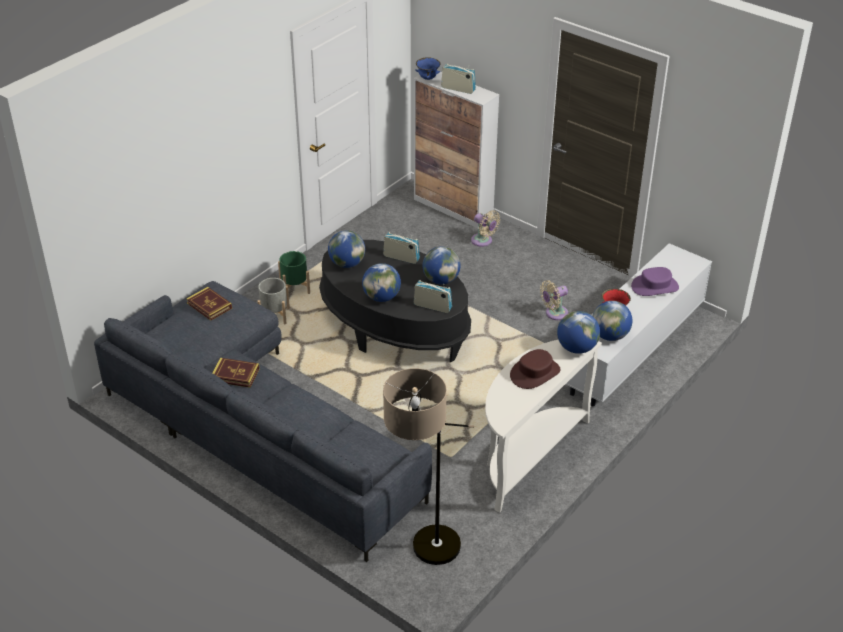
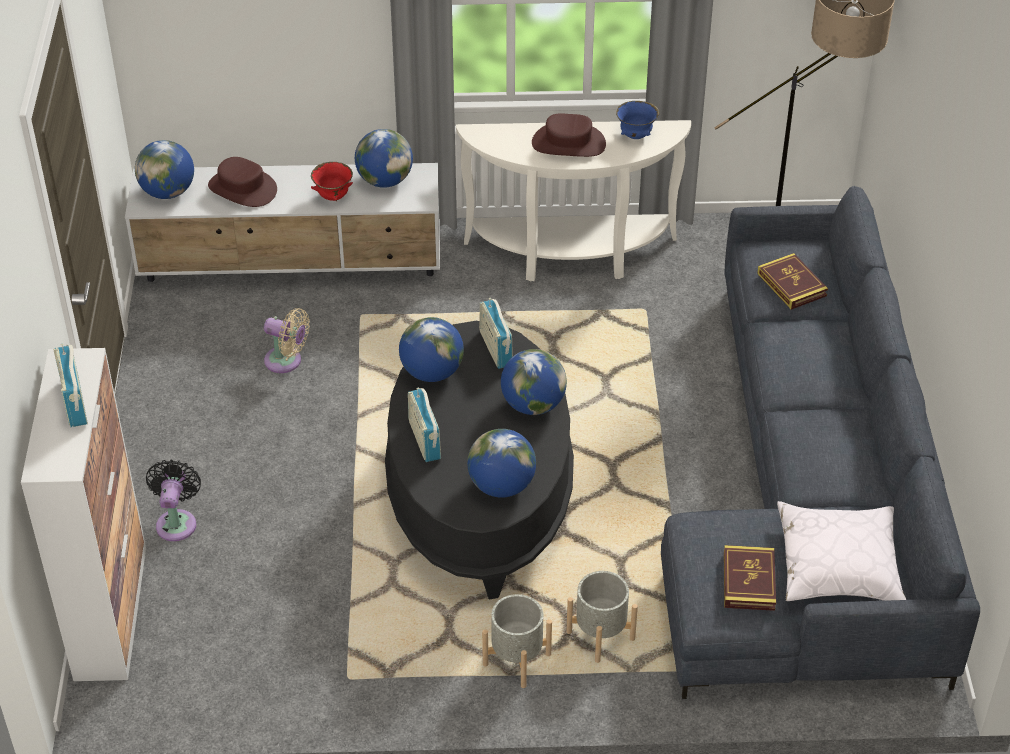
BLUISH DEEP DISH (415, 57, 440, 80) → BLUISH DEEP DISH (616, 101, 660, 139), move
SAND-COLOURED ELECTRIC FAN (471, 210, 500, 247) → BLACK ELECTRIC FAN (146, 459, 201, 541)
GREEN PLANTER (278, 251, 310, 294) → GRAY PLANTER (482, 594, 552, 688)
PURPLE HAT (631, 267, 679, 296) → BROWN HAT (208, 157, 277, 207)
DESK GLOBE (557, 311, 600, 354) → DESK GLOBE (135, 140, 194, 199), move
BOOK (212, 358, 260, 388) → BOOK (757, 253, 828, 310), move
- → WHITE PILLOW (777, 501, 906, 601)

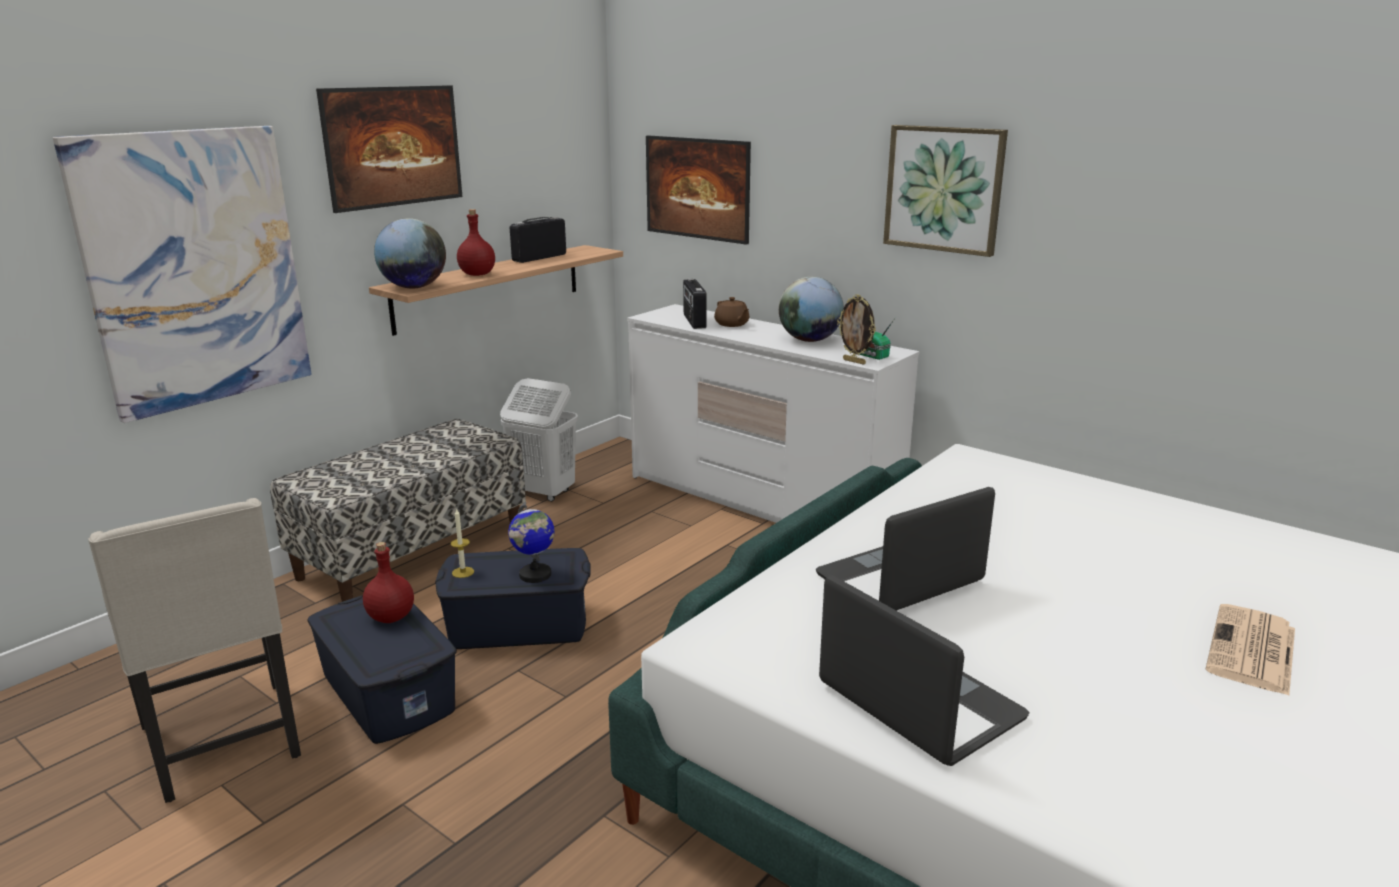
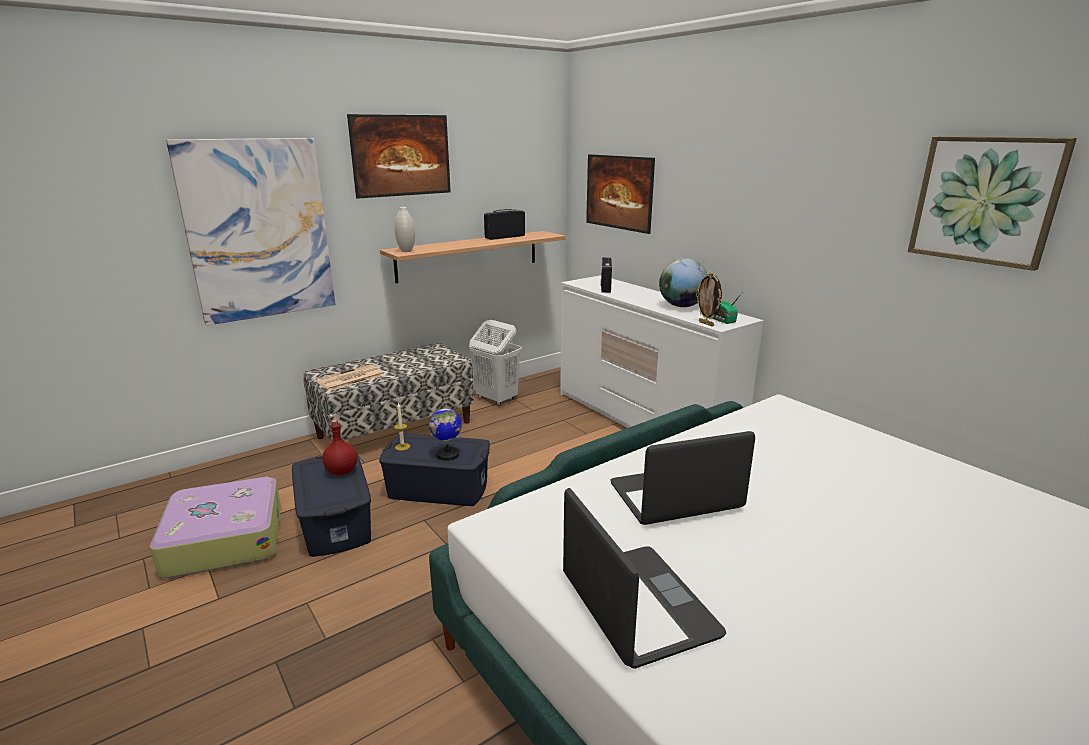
WALL ART (883, 125, 1008, 257) → WALL ART (908, 136, 1077, 271), move
RED-COLOURED BOTTLE (457, 209, 495, 276) → -
DESK GLOBE (374, 218, 446, 289) → WHITE VASE (395, 207, 415, 252)
BROWN POT FOR TEA (714, 297, 749, 327) → -
SAND-COLOURED CHAIR (88, 498, 301, 803) → PIECE OF LUGGAGE (150, 477, 281, 578)
DAILY PAPER (1206, 604, 1295, 696) → DAILY PAPER (316, 364, 384, 391), move

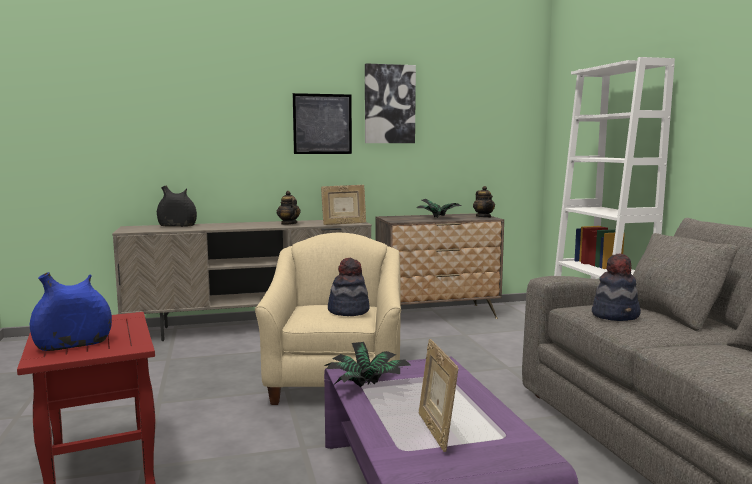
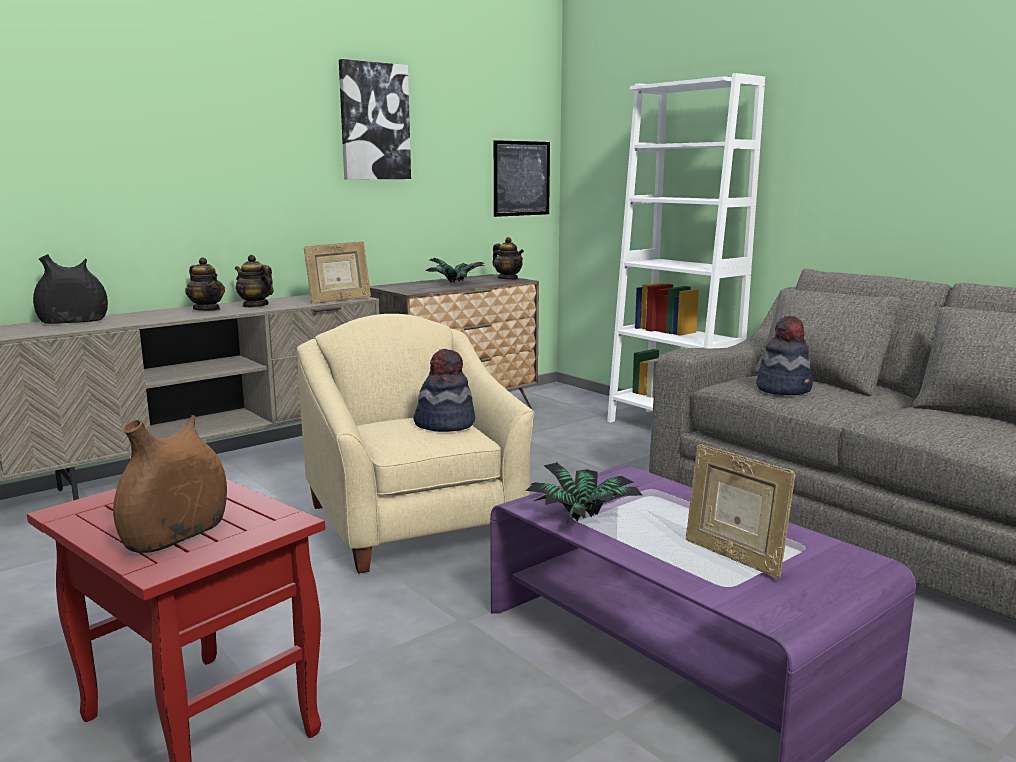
WALL ART (293, 93, 352, 154) → WALL ART (494, 140, 550, 217), move
BLUISH VASE (30, 272, 112, 351) → BROWN VASE (113, 415, 227, 553)
- → POT FOR TEA (185, 257, 225, 311)

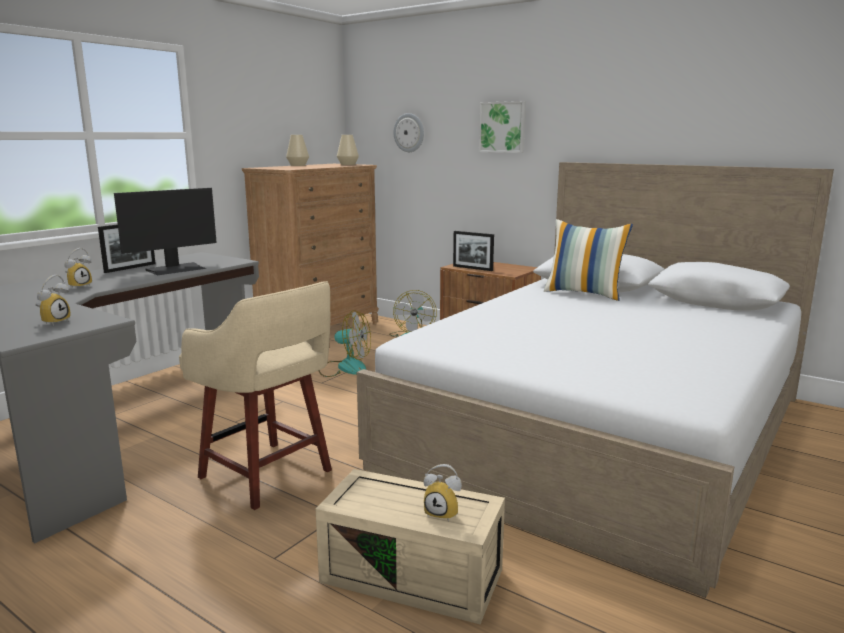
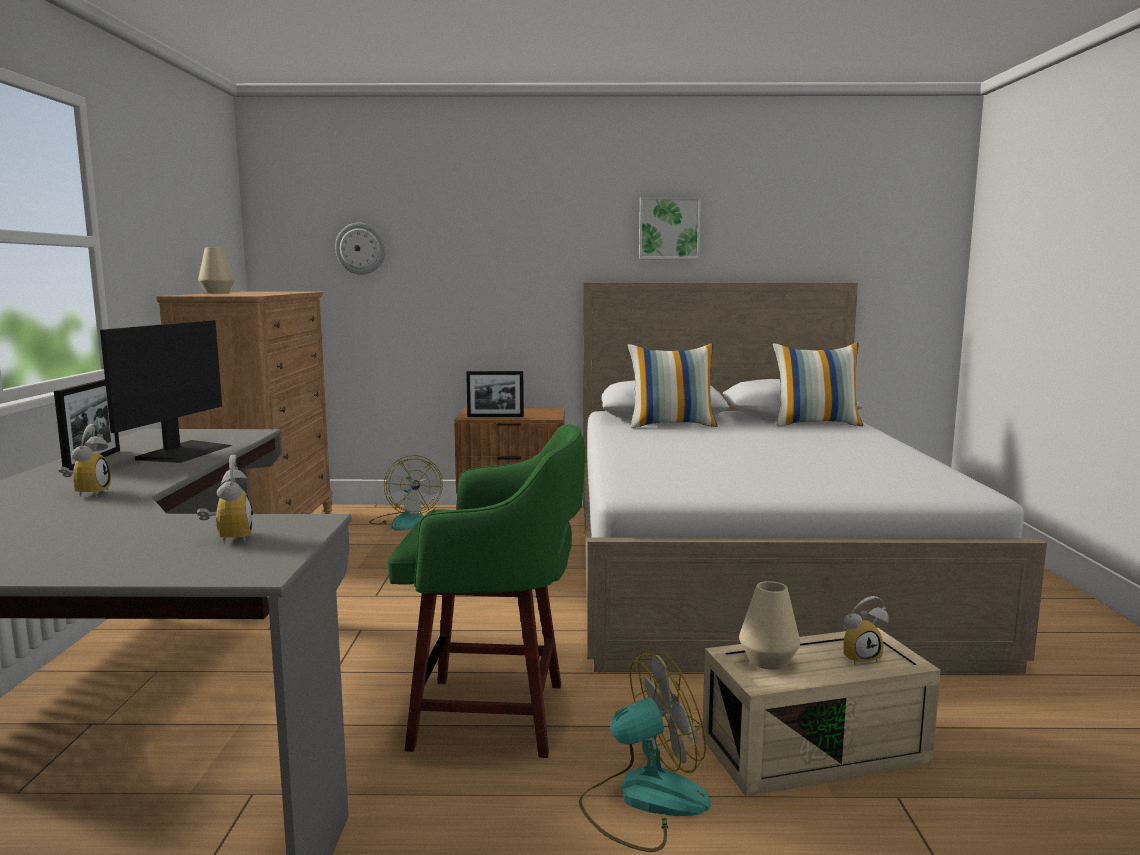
WALL ART (479, 101, 526, 153) → WALL ART (639, 197, 701, 259), move
SAND-COLOURED VASE (337, 135, 359, 165) → SAND-COLOURED VASE (739, 581, 800, 670), move
SAND-COLOURED STOOL SEAT (179, 281, 332, 510) → GREEN STOOL SEAT (388, 424, 585, 758)
ELECTRIC FAN (319, 310, 371, 377) → ELECTRIC FAN (579, 650, 710, 852), move
- → PILLOW (773, 343, 863, 427)

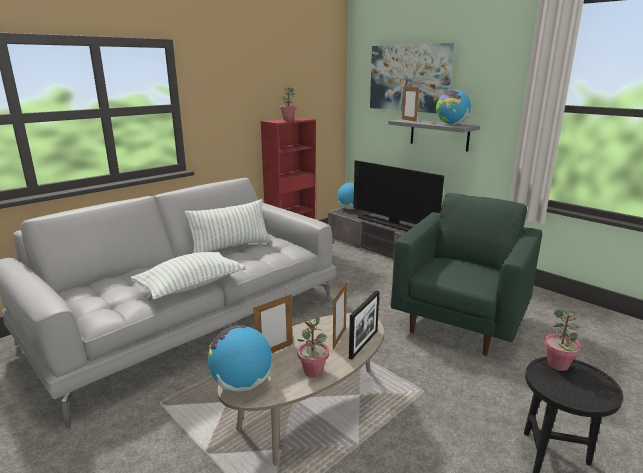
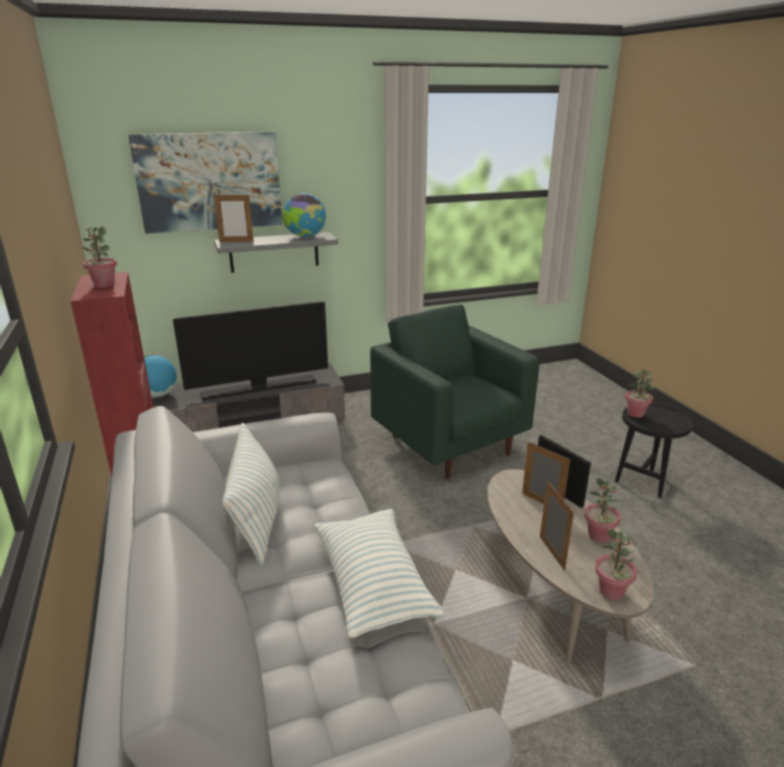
DESK GLOBE (208, 325, 272, 392) → HOUSEPLANT (595, 529, 637, 600)

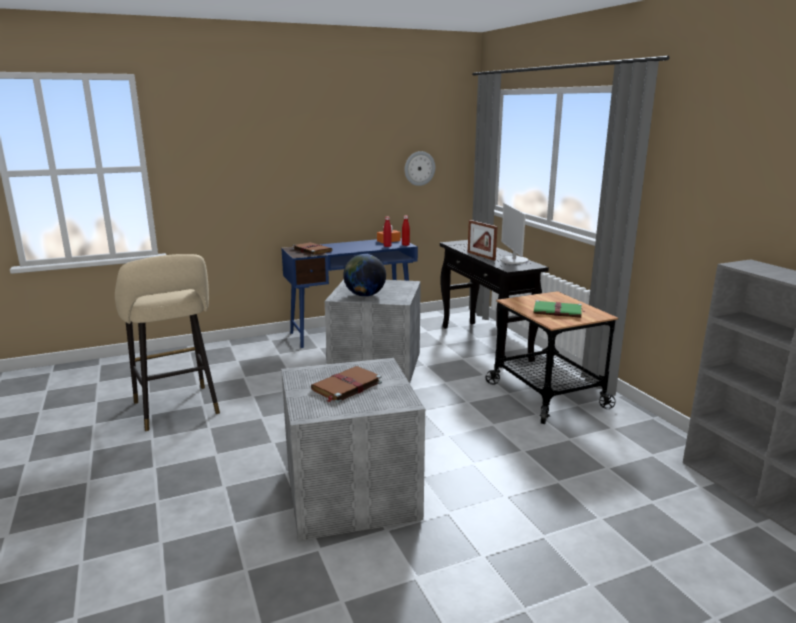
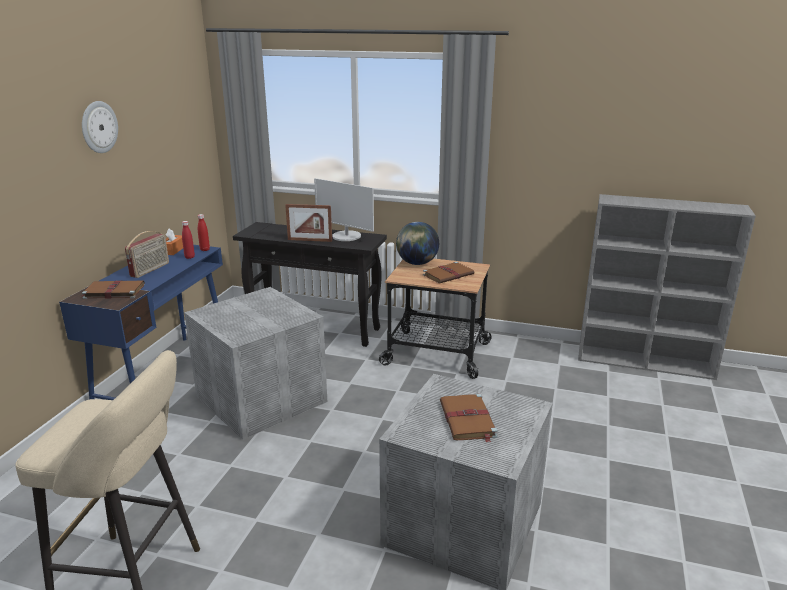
CLOCK ON THE WALL (405, 151, 435, 186) → CLOCK ON THE WALL (82, 101, 118, 153), move
DESK GLOBE (343, 254, 386, 297) → DESK GLOBE (396, 222, 439, 265), move
GREEN BOOK (533, 300, 585, 318) → BROWN BOOK (423, 262, 475, 283)
- → RADIO SET (125, 231, 169, 278)

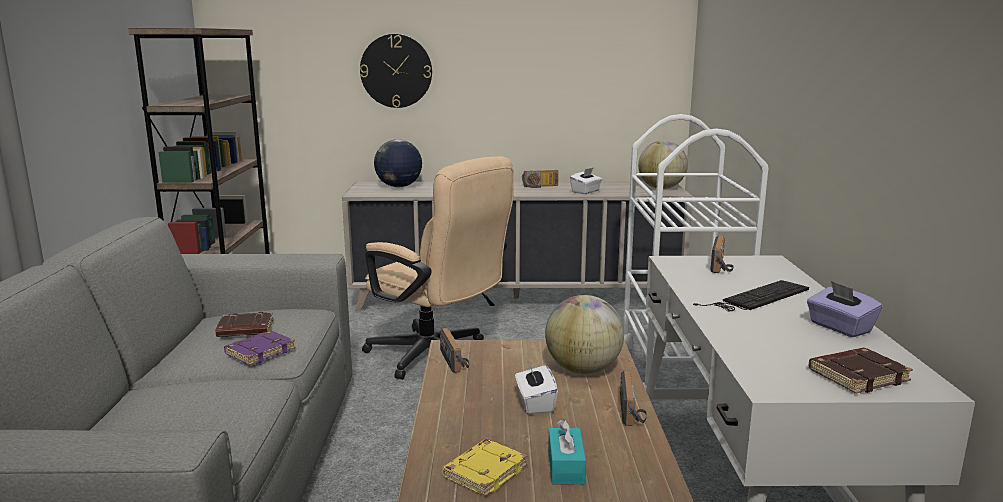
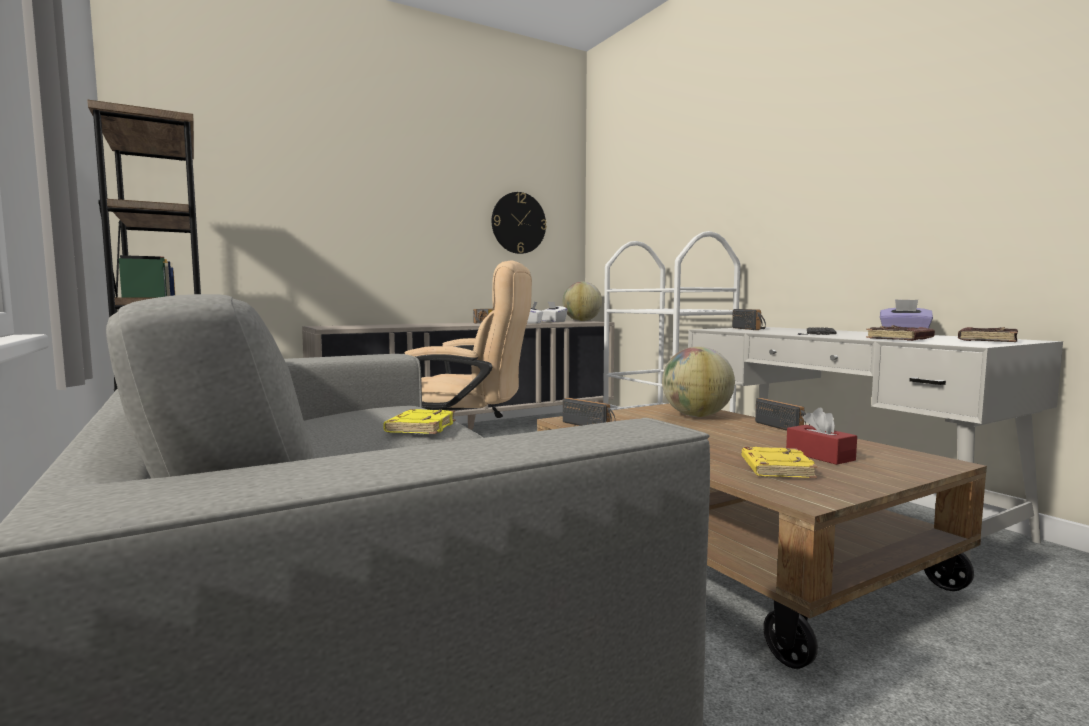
CLOCK ON THE WALL (360, 34, 432, 108) → CLOCK ON THE WALL (492, 192, 547, 254), move
DESK GLOBE (374, 139, 422, 187) → -
BROWN BOOK (215, 312, 273, 337) → BROWN BOOK (866, 325, 935, 341), move
PURPLE BOOK (224, 331, 295, 365) → YELLOWISH BOOK (383, 409, 455, 434)
WHITE BOX OF TISSUES (515, 362, 558, 415) → WHITE BOX OF TISSUES (542, 302, 568, 322), move
TURQUOISE BOX OF TISSUES (548, 419, 586, 484) → RED-COLOURED BOX OF TISSUES (786, 408, 857, 465)

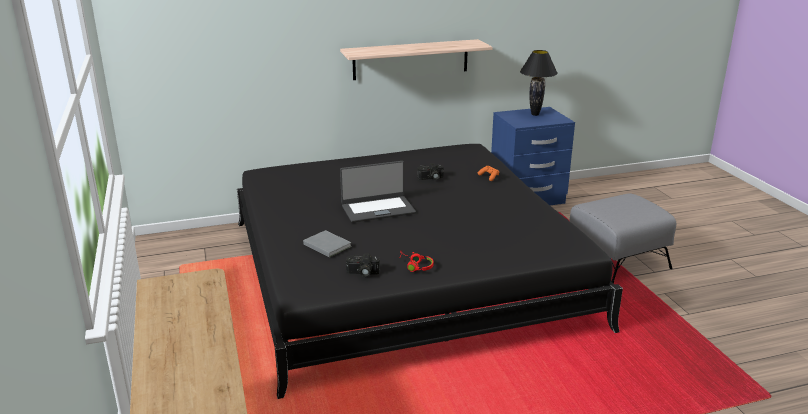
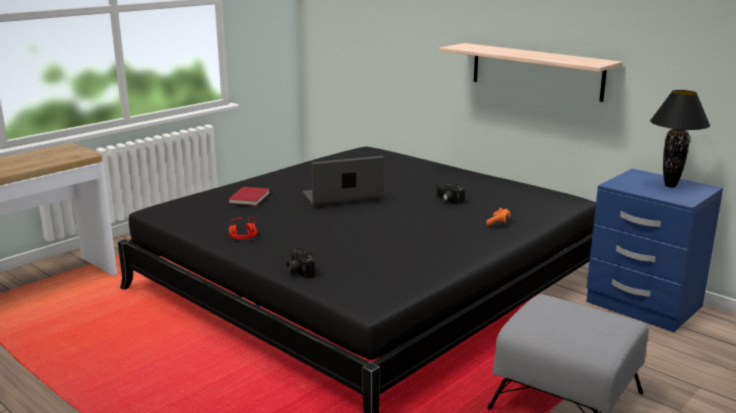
PORTABLE COMPUTER (340, 161, 416, 223) → PORTABLE COMPUTER (303, 156, 384, 207), 120 degrees clockwise
GRAY BOOK (303, 230, 352, 257) → RED-COLOURED BOOK (228, 187, 270, 206)
STILL CAMERA (346, 253, 380, 277) → STILL CAMERA (287, 247, 315, 279), move

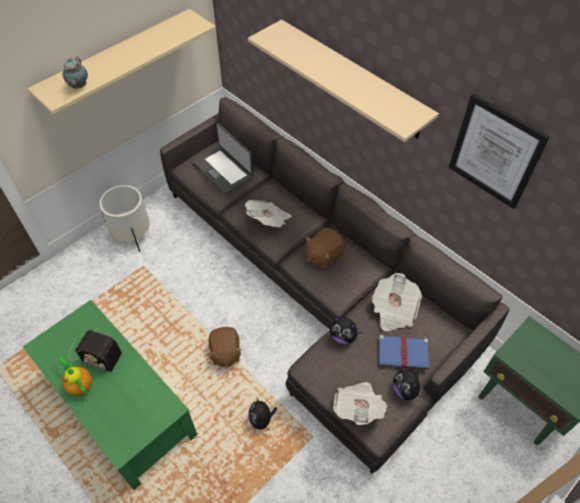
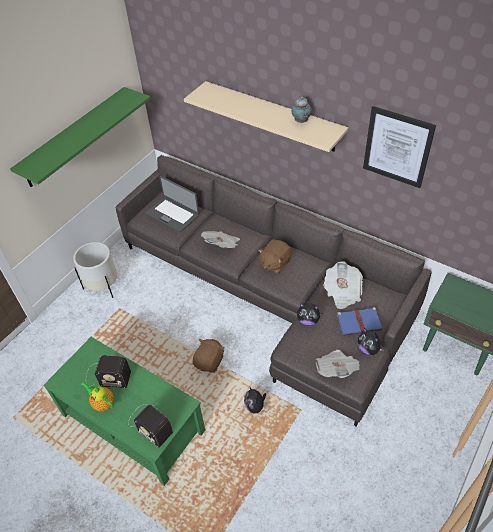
SAND-COLOURED SHELF (27, 9, 216, 114) → GREEN SHELF (10, 87, 151, 187)
POT FOR TEA (63, 56, 88, 89) → POT FOR TEA (292, 96, 312, 123), move
BROWN PLUSH TOY (208, 327, 241, 368) → BROWN PLUSH TOY (193, 339, 225, 373), 135 degrees counterclockwise
- → RADIO SET (128, 402, 173, 448)

